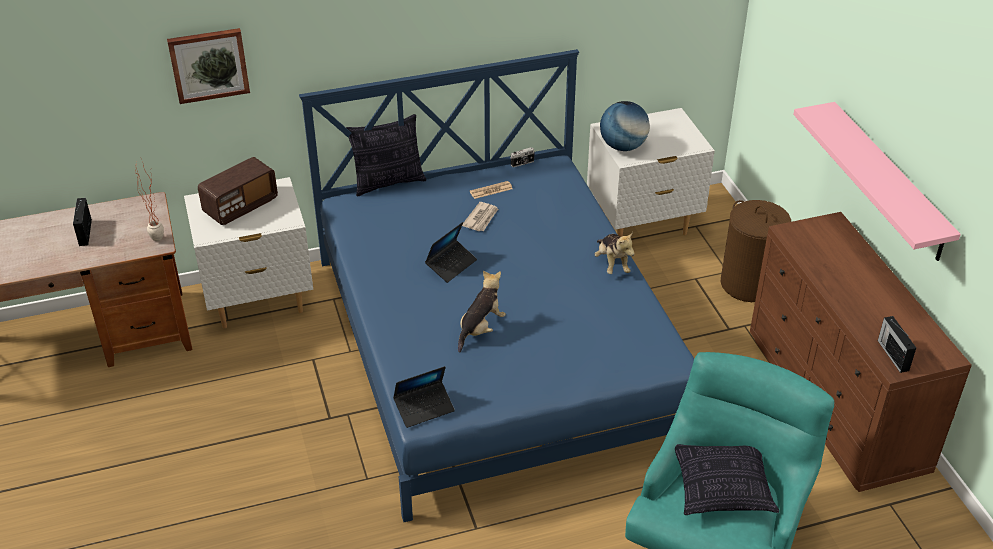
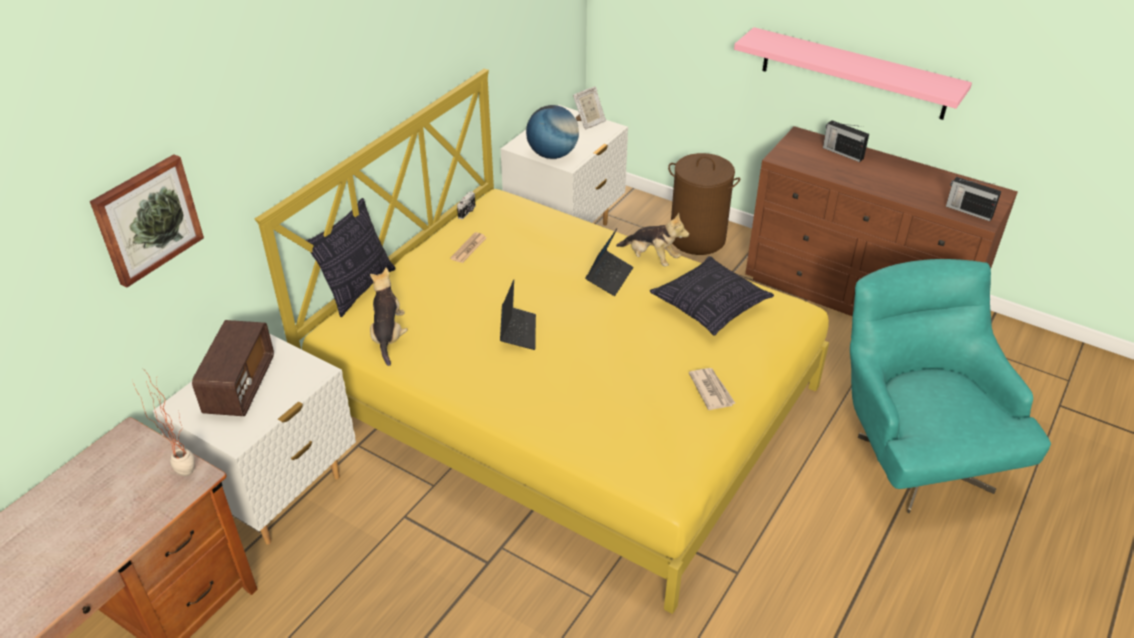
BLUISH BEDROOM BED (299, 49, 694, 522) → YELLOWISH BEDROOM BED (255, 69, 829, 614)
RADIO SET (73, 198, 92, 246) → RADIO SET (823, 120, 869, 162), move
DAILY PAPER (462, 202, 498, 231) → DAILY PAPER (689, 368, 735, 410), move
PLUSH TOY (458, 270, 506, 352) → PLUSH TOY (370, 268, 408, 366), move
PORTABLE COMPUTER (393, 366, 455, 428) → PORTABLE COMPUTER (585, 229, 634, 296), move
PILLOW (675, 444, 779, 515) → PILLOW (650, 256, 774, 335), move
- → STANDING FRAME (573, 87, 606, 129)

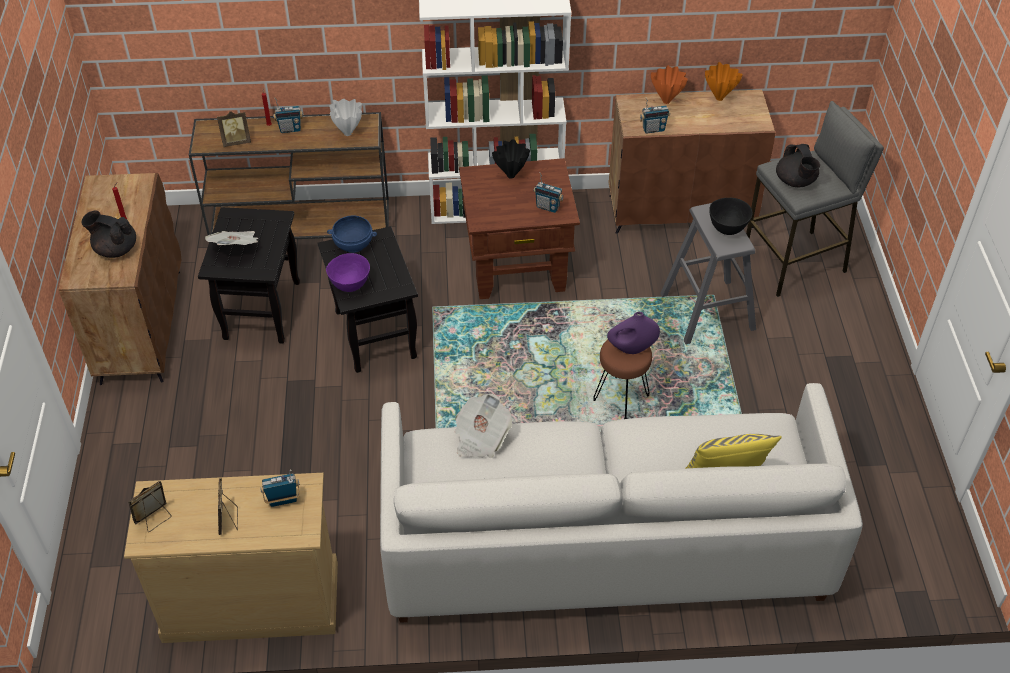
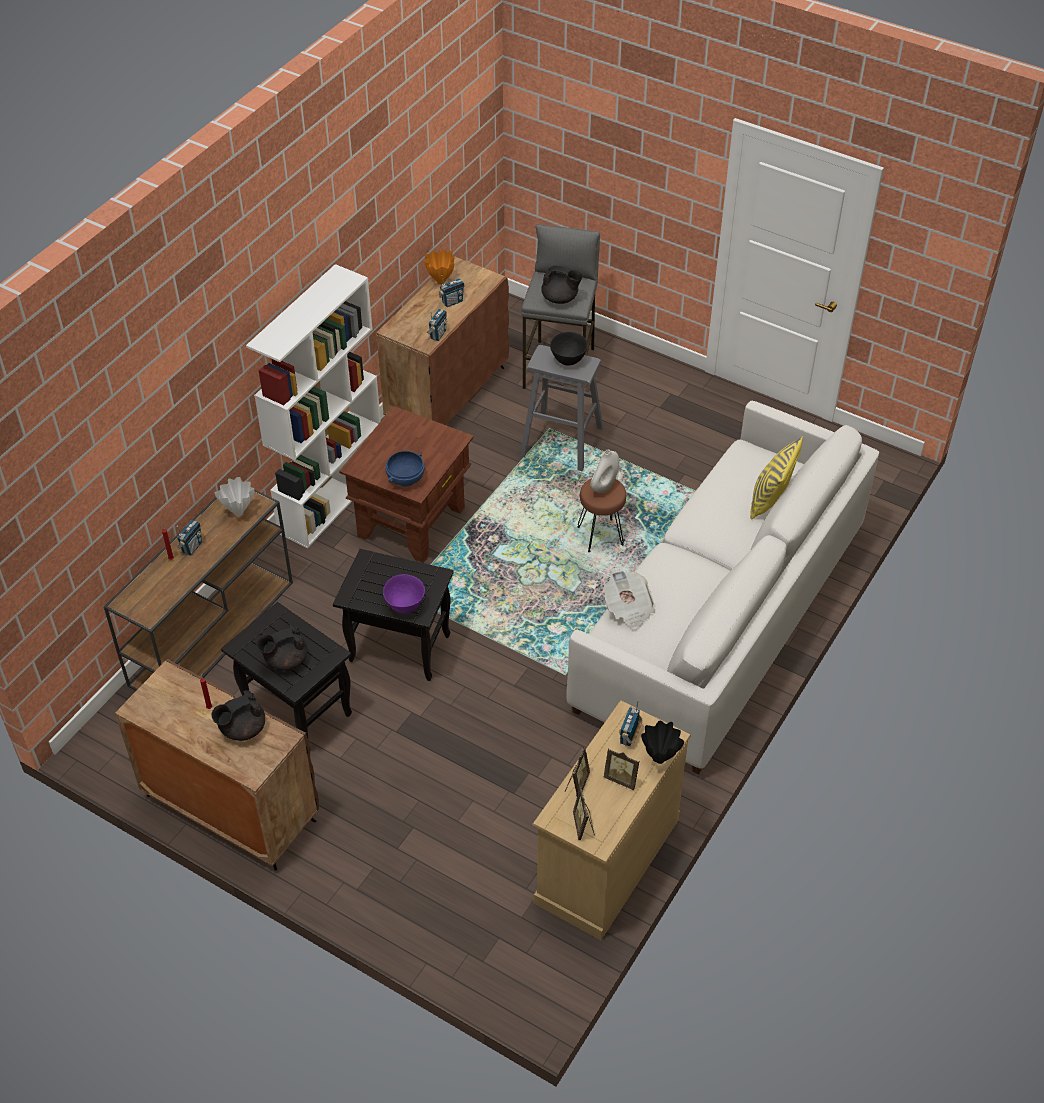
ORANGE-COLOURED VASE (651, 65, 688, 104) → -
STANDING FRAME (217, 111, 251, 147) → STANDING FRAME (565, 747, 590, 796), move
BLACK VASE (492, 139, 530, 179) → BLACK VASE (641, 721, 684, 764), move
RADIO SET (534, 172, 564, 213) → RADIO SET (438, 275, 465, 307), move
BLUISH DEEP DISH (327, 216, 377, 253) → BLUISH DEEP DISH (385, 451, 424, 486), move
DAILY PAPER (205, 231, 258, 245) → BLACK POT FOR TEA (257, 624, 307, 670)
PURPLE VASE (607, 312, 660, 354) → WHITE VASE (590, 450, 619, 493)

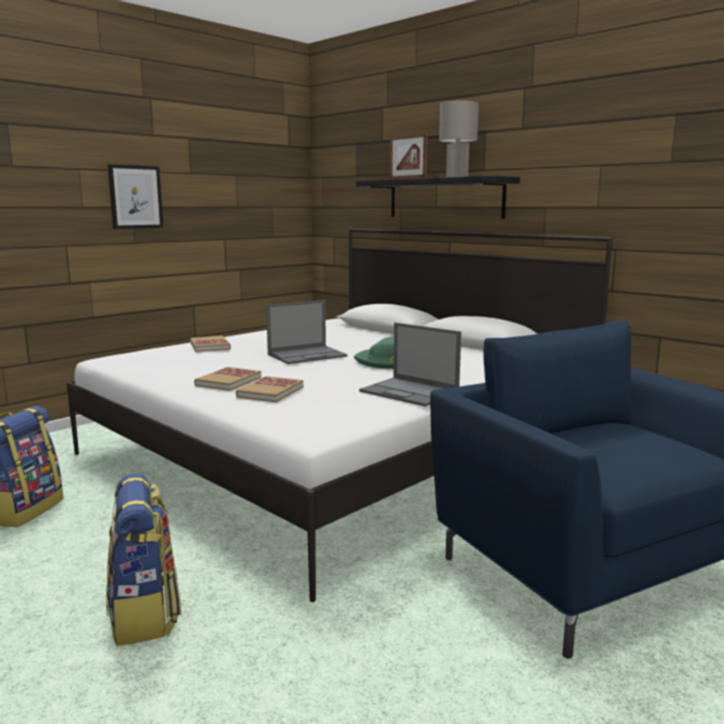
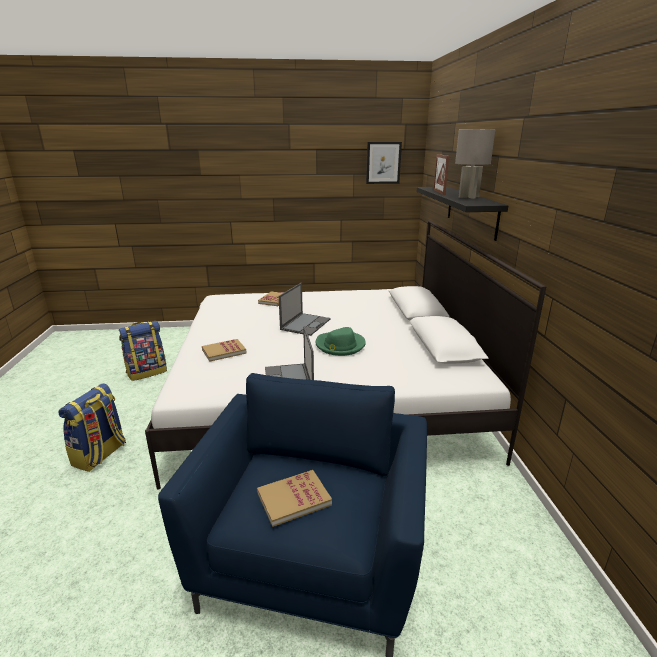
WALL ART (108, 164, 163, 229) → WALL ART (366, 142, 402, 184), move
PORTABLE COMPUTER (266, 300, 347, 364) → PORTABLE COMPUTER (279, 283, 331, 336), 75 degrees counterclockwise
BOOK (194, 367, 261, 391) → BOOK (257, 470, 332, 527), move

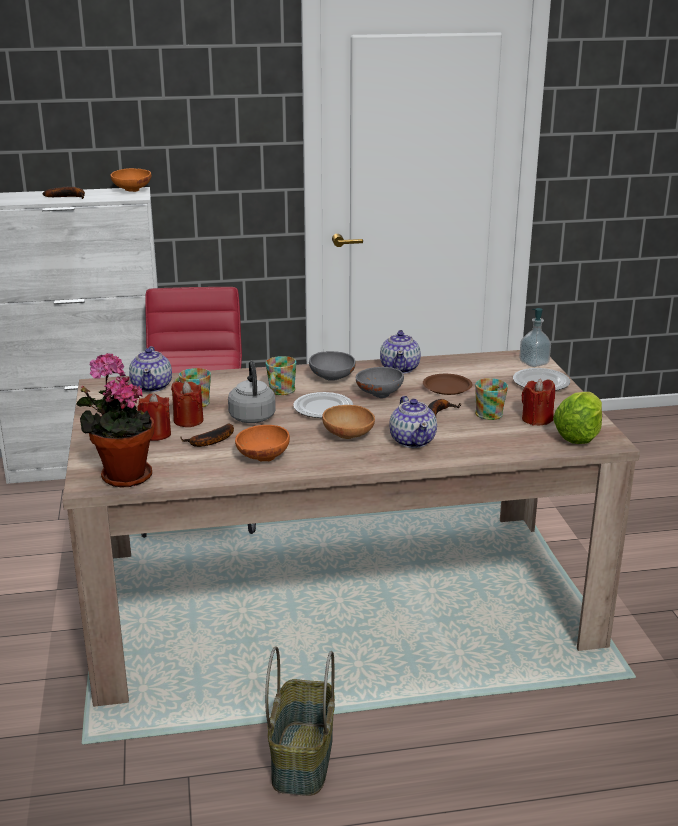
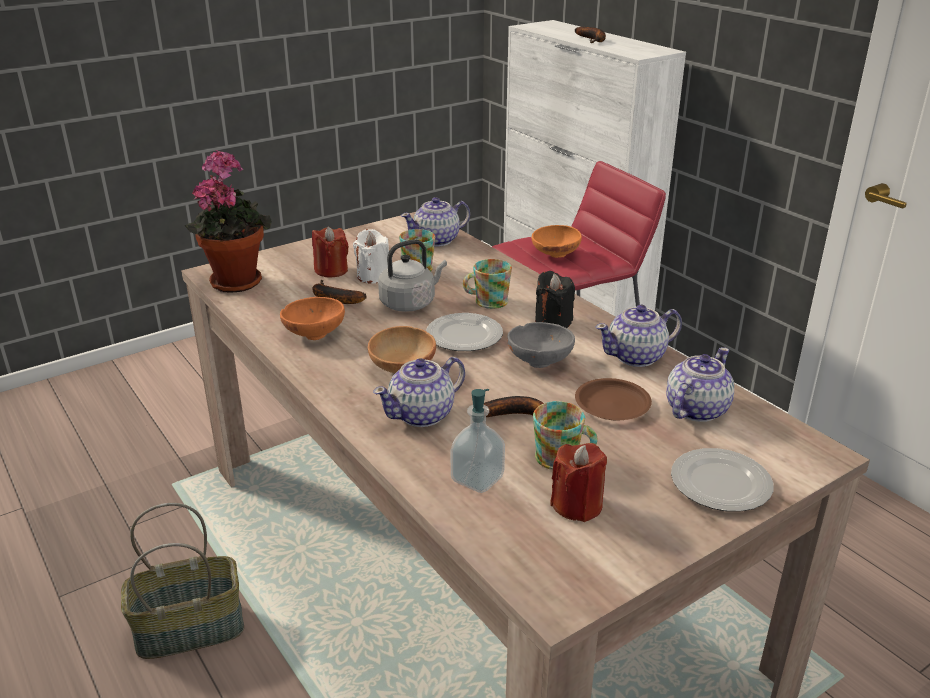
ORANGE-COLOURED DEEP DISH (110, 168, 152, 192) → ORANGE-COLOURED DEEP DISH (532, 225, 582, 258), move
SOAP DISPENSER (519, 308, 551, 367) → SOAP DISPENSER (450, 389, 505, 493), move
GRAY DEEP DISH (309, 351, 356, 381) → BLACK WAX LIGHT (535, 271, 575, 328)
RED-COLOURED WAX LIGHT (171, 381, 204, 427) → WHITE WAX LIGHT (353, 229, 389, 284)
LETTUCE (553, 392, 602, 444) → -
- → POT FOR TEA (666, 347, 734, 422)

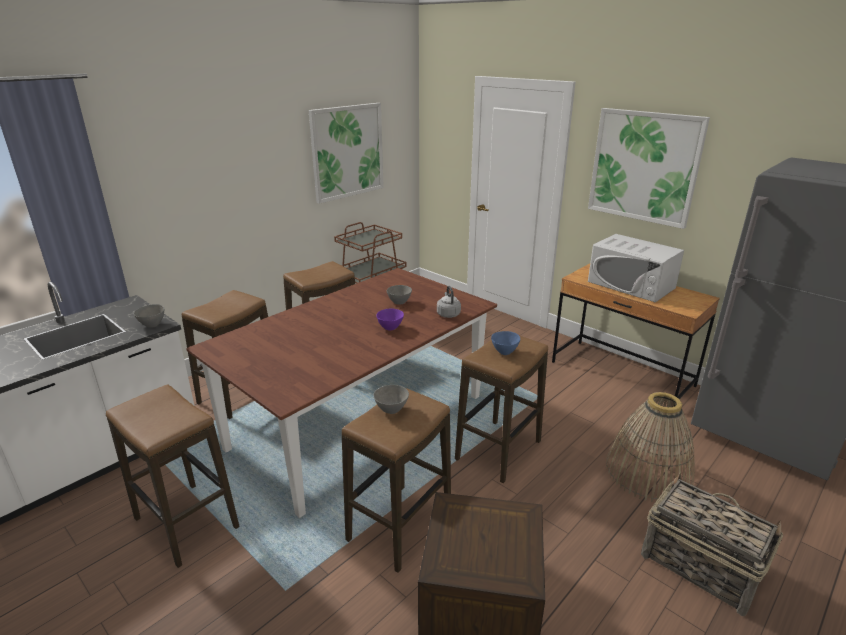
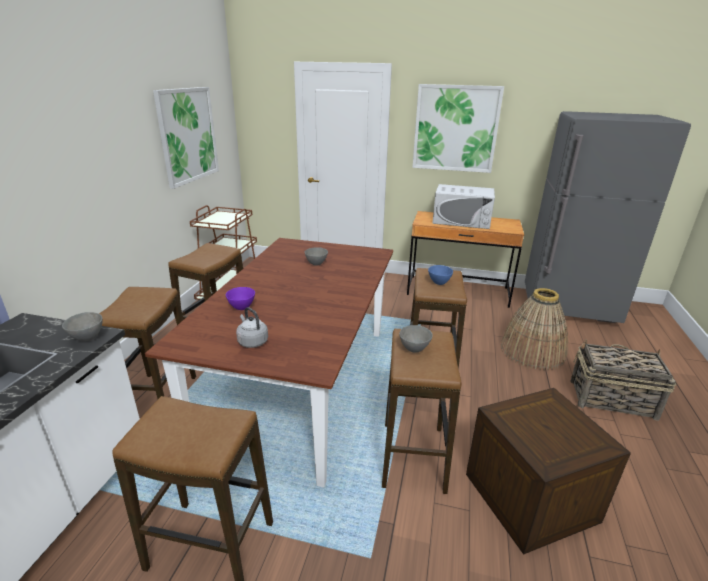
GRAY WATER KETTLE (437, 286, 461, 318) → GRAY WATER KETTLE (236, 307, 268, 348), move
PURPLE DEEP DISH (376, 308, 404, 330) → PURPLE DEEP DISH (226, 287, 255, 310), move

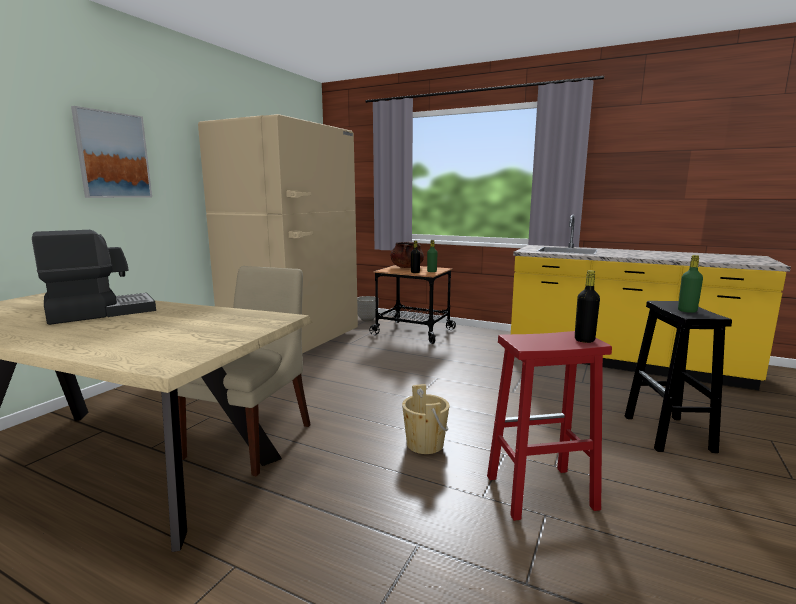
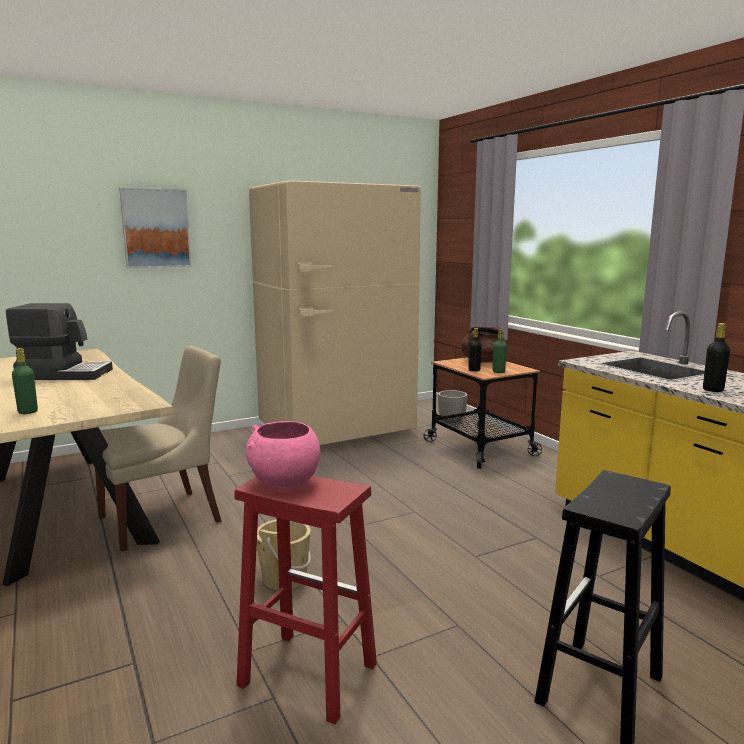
GREEN BOTTLE (678, 255, 703, 313) → GREEN BOTTLE (12, 348, 38, 414), move
BLACK BOTTLE (575, 270, 600, 343) → BLACK BOTTLE (703, 323, 730, 392), move
- → PINK-COLOURED DEEP DISH (245, 421, 320, 490)

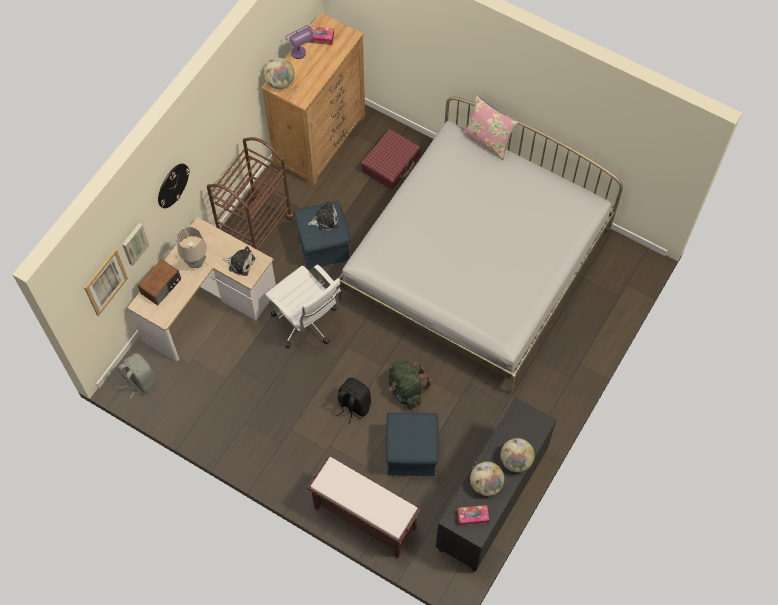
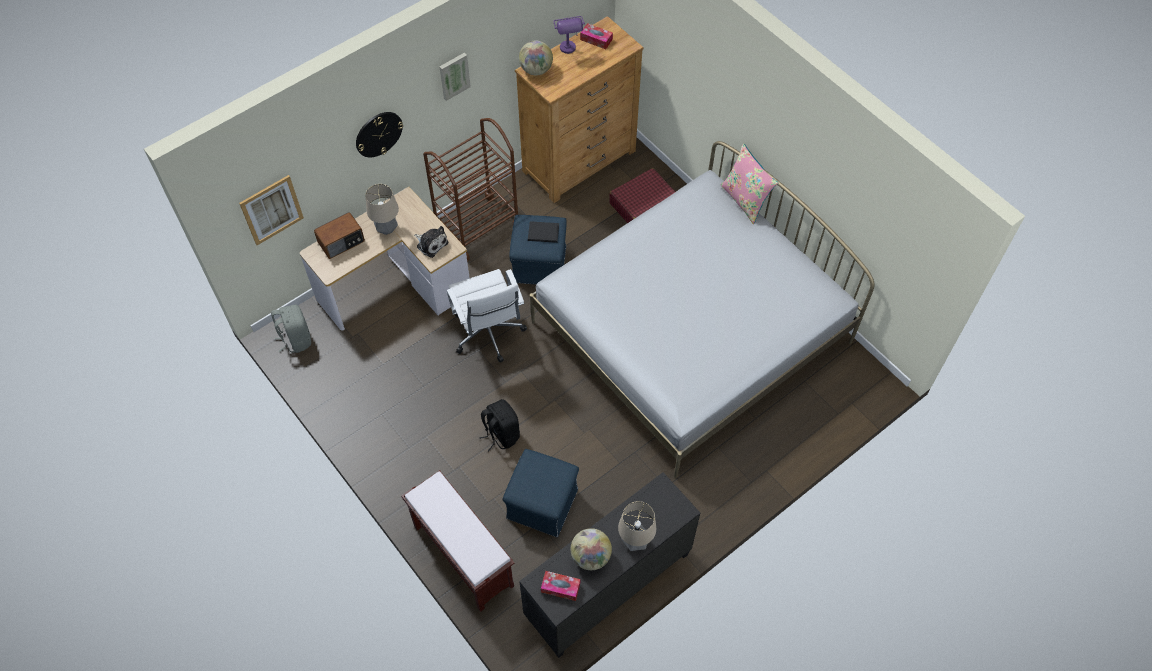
PLUSH TOY (308, 201, 338, 230) → BLACK BOOK (528, 221, 559, 243)
WALL ART (122, 223, 149, 266) → WALL ART (439, 53, 471, 101), move
GREEN BACKPACK (389, 361, 431, 409) → -
DESK GLOBE (500, 438, 535, 472) → TABLE LAMP (618, 501, 656, 551)

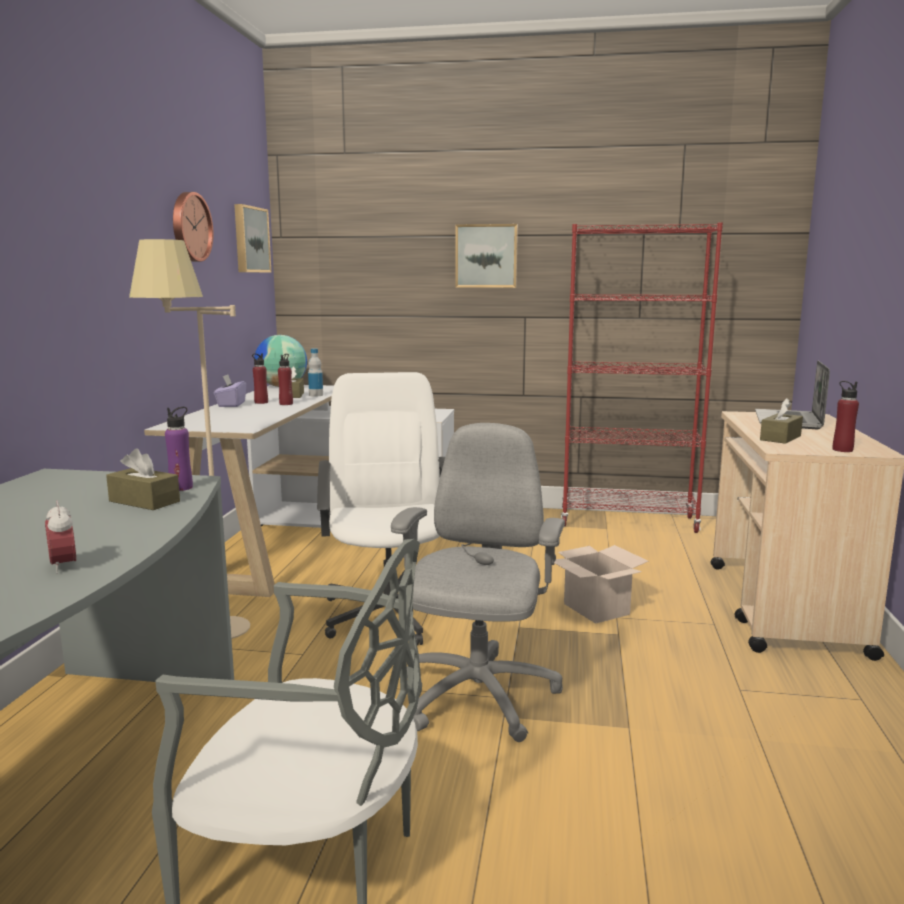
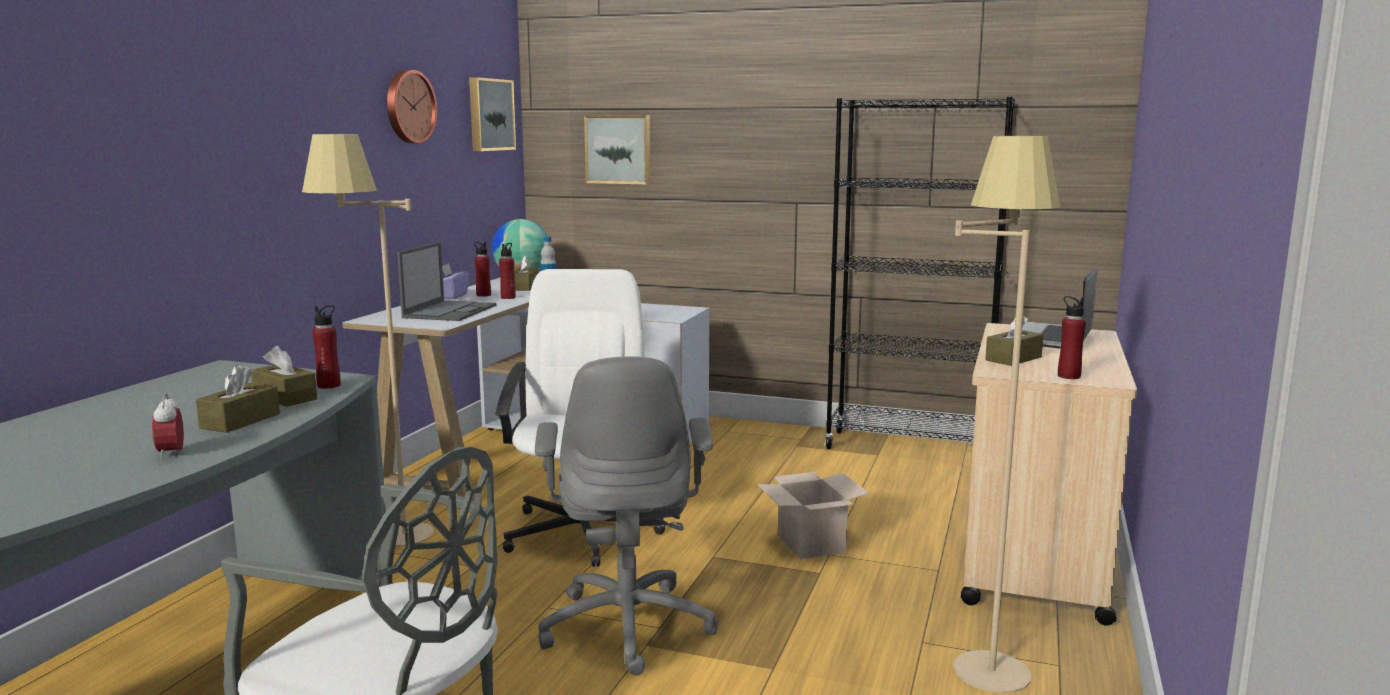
RED-COLOURED BOOKCASE (561, 222, 723, 533) → BLACK BOOKCASE (824, 97, 1015, 449)
WALL ART (455, 224, 518, 288) → WALL ART (584, 115, 650, 185), move
PURPLE BOTTLE (165, 407, 193, 491) → RED-COLOURED BOTTLE (312, 305, 341, 389)
GRAY COMPUTER CHAIR (391, 423, 565, 742) → GRAY COMPUTER CHAIR (535, 356, 718, 675), 150 degrees clockwise
- → SAND-COLOURED STANDING LAMP (953, 136, 1061, 693)
- → PORTABLE COMPUTER (397, 242, 496, 321)
- → BROWN BOX OF TISSUES (196, 364, 280, 433)

